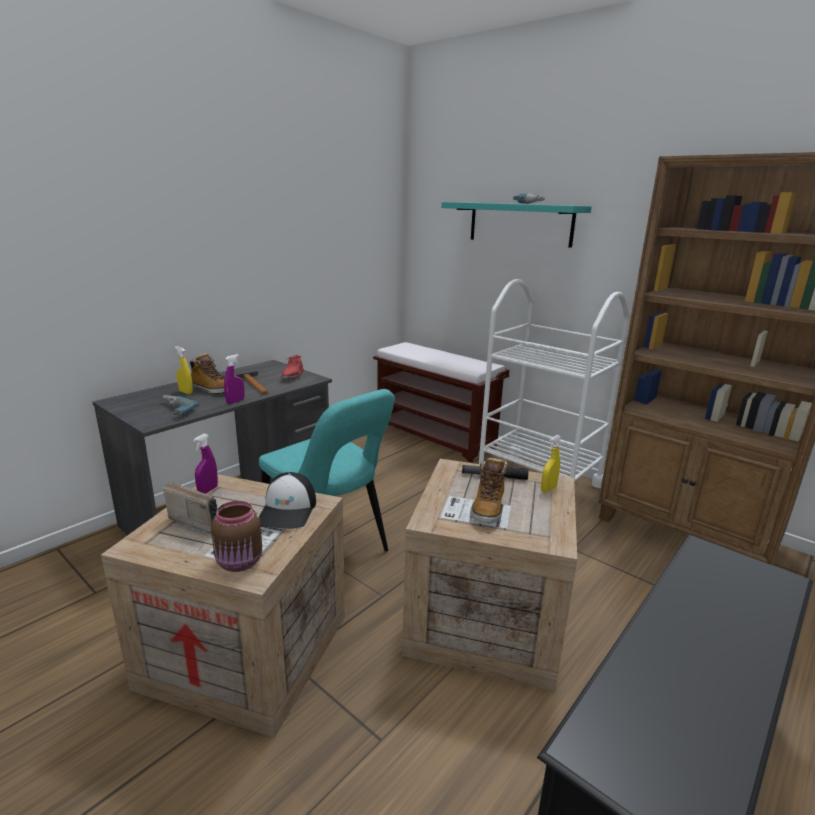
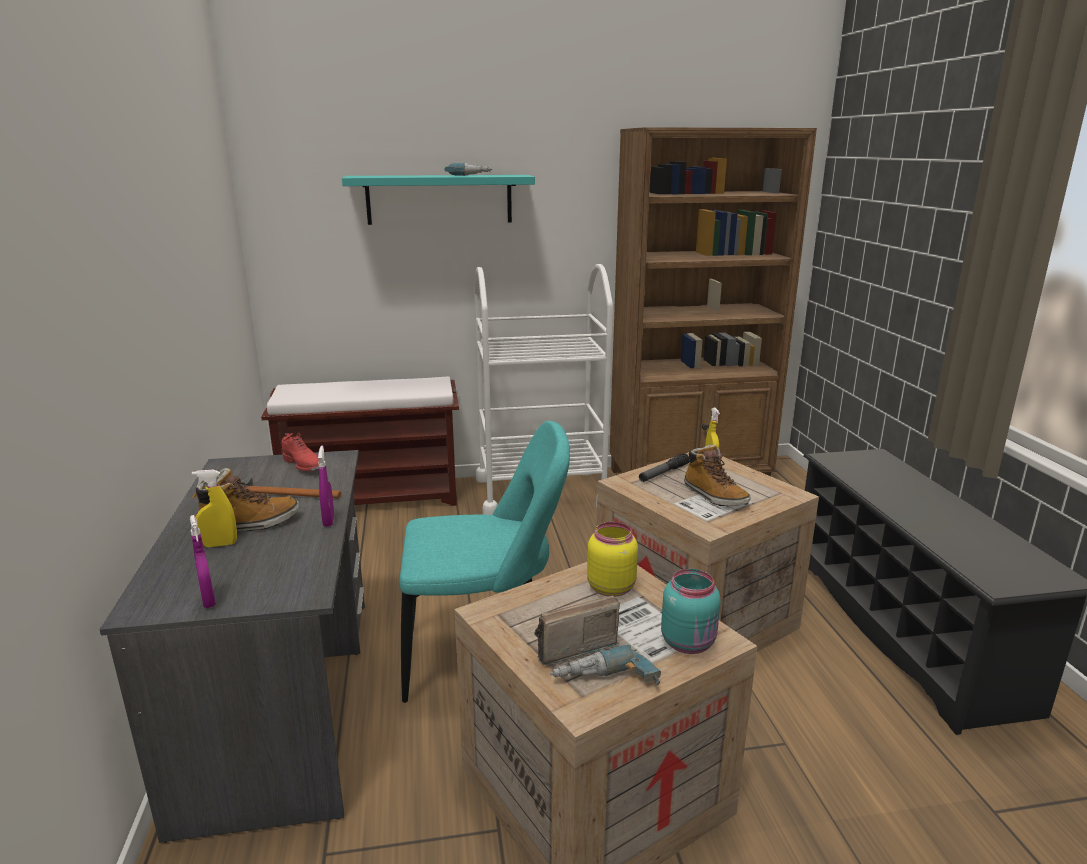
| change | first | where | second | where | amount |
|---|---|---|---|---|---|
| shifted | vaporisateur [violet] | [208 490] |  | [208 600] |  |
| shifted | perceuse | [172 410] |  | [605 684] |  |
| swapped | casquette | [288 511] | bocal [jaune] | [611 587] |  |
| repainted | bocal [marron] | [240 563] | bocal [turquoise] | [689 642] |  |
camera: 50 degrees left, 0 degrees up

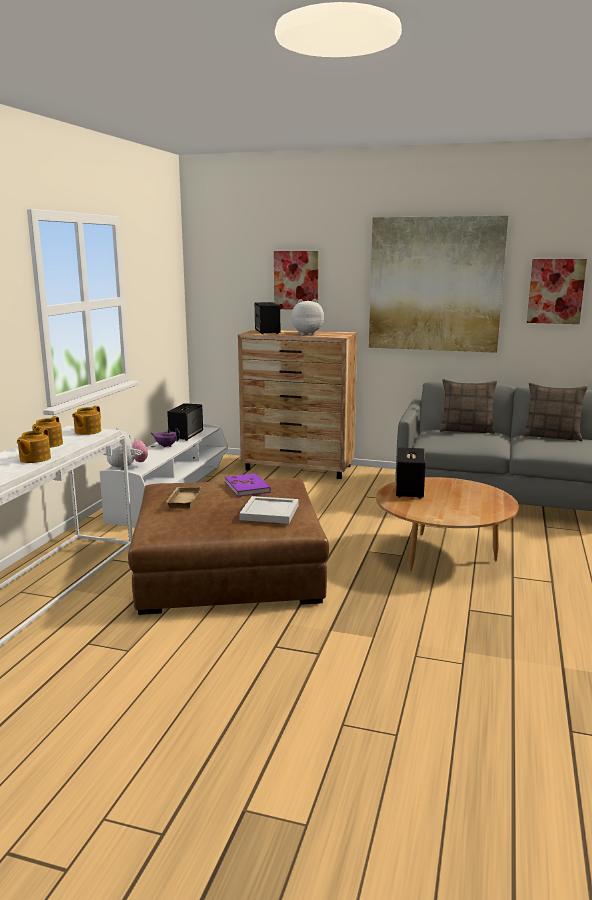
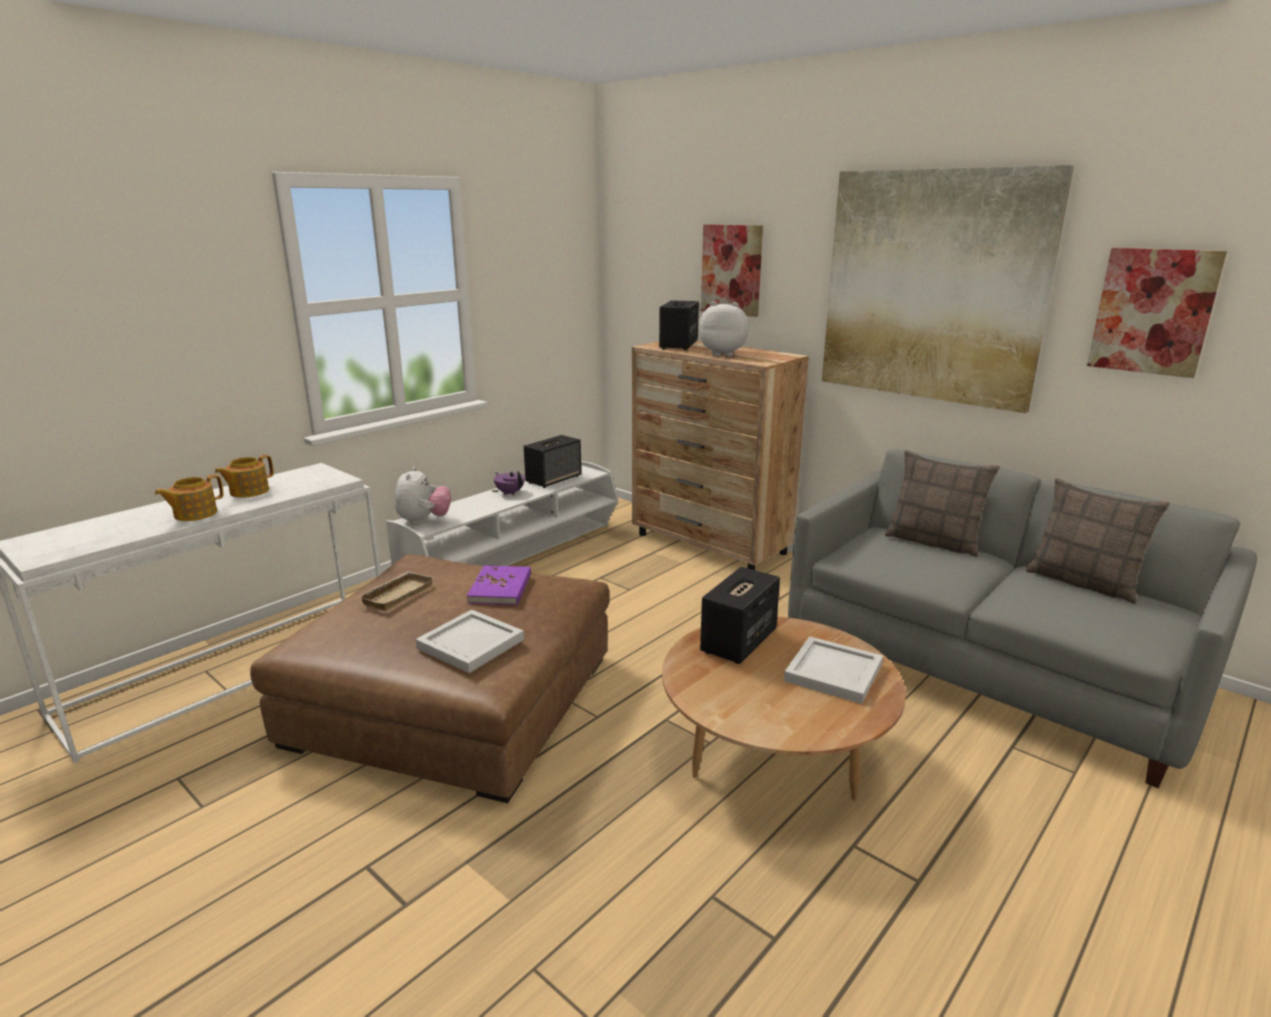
| change | first | where | second | where | amount |
|---|---|---|---|---|---|
| new |  |  | plateau [blanc] | [832 671] |  |
| gone | théière | [87 431] |  |  |  |
camera: 25 degrees right, 5 degrees up

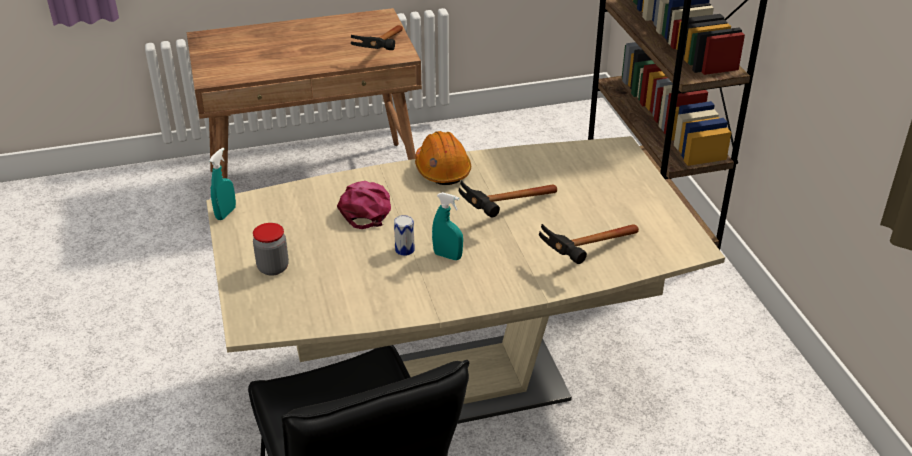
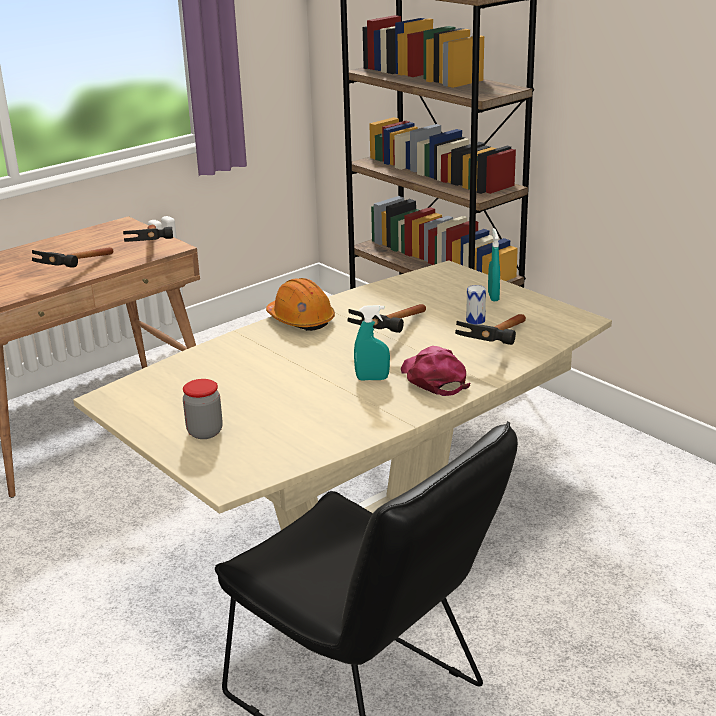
| change | first | where | second | where | amount |
|---|---|---|---|---|---|
| new |  |  | marteau | [76 275] |  |
| shifted | casquette [rose] | [366 208] |  | [434 378] |  |
| shifted | boîte métallique | [404 250] |  | [475 320] |  |
| shifted | vaporisateur [turquoise] | [226 213] |  | [493 297] |  |
camera: 25 degrees left, 10 degrees down

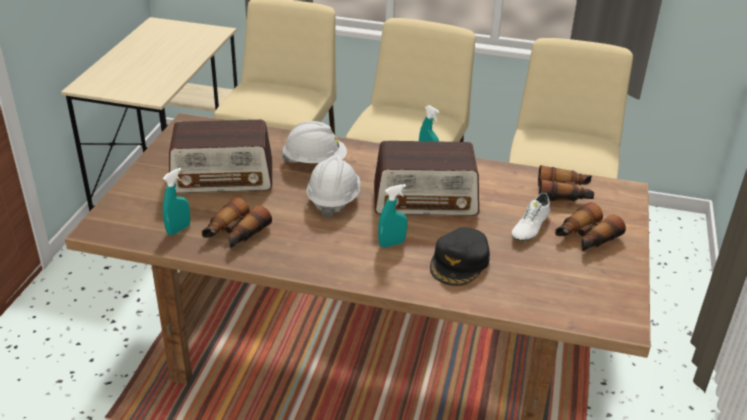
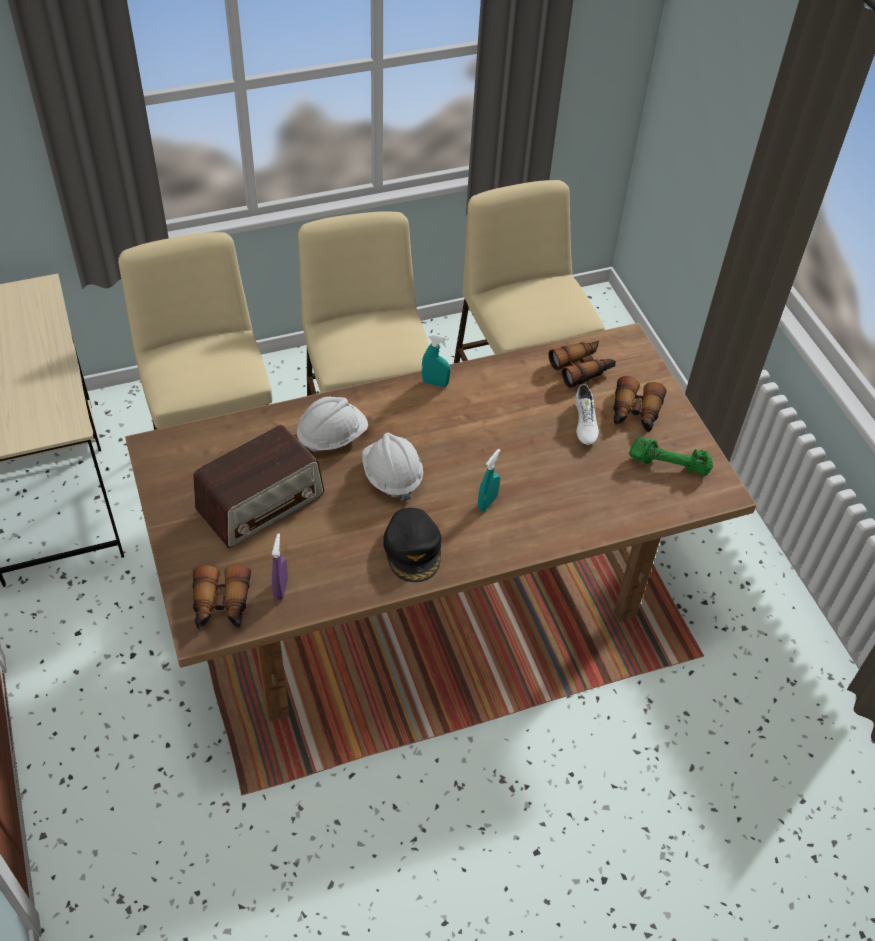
| change | first | where | second | where | amount |
|---|---|---|---|---|---|
| shifted | jumelles | [235 234] |  | [221 605] |  |
| repainted | vaporisateur [turquoise] | [178 229] | vaporisateur [violet] | [281 588] |  |
| shifted | casquette [noir] | [460 262] |  | [413 549] |  |
| new |  |  | haltère [vert] | [668 464] |  |
| gone | radio | [425 200] |  |  |  |
camera: 35 degrees left, 15 degrees up

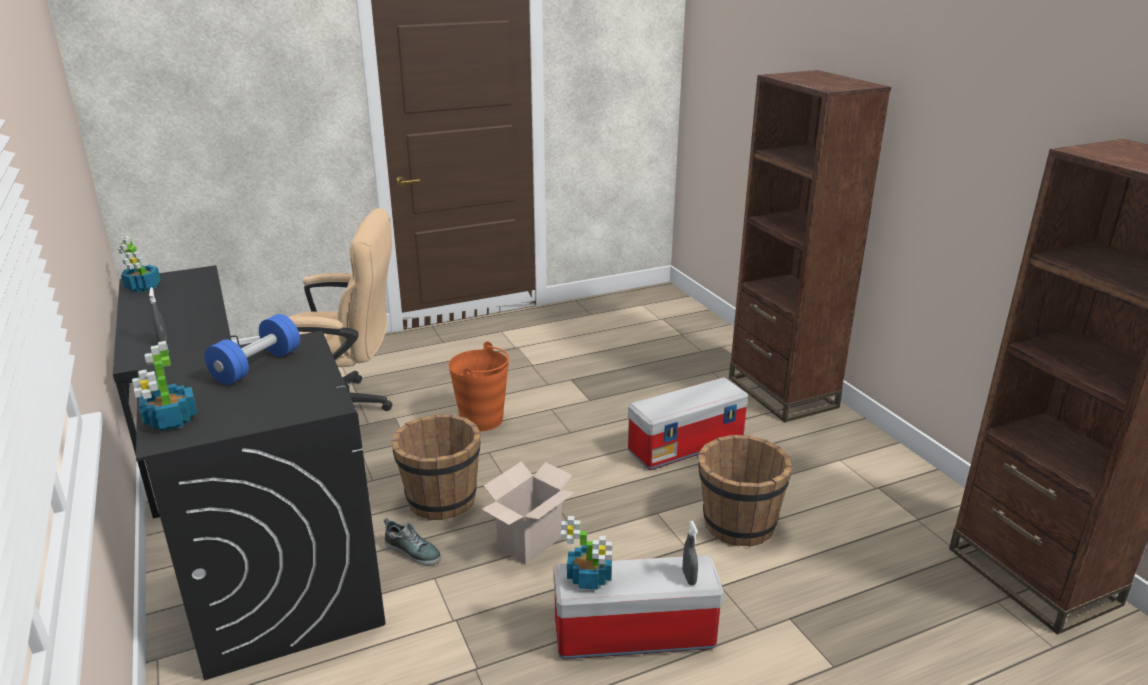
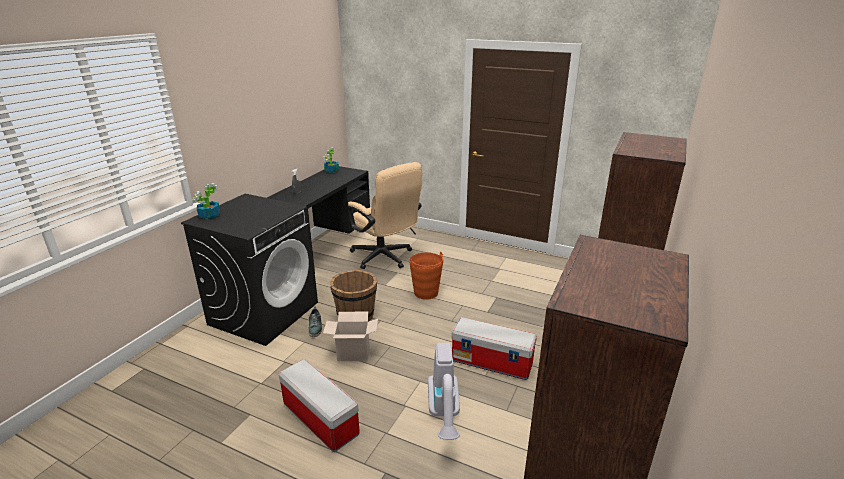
| change | first | where | second | where | amount |
|---|---|---|---|---|---|
| swapped | seau [marron] | [738 524] | aspirateur | [444 415] |  |
| gone | haltère [bleu] | [257 366] |  |  |  |
| gone | plante en pot | [590 578] |  |  |  |
| gone | vaporisateur [gris] | [689 577] |  |  |  |
camera: 50 degrees right, 0 degrees up

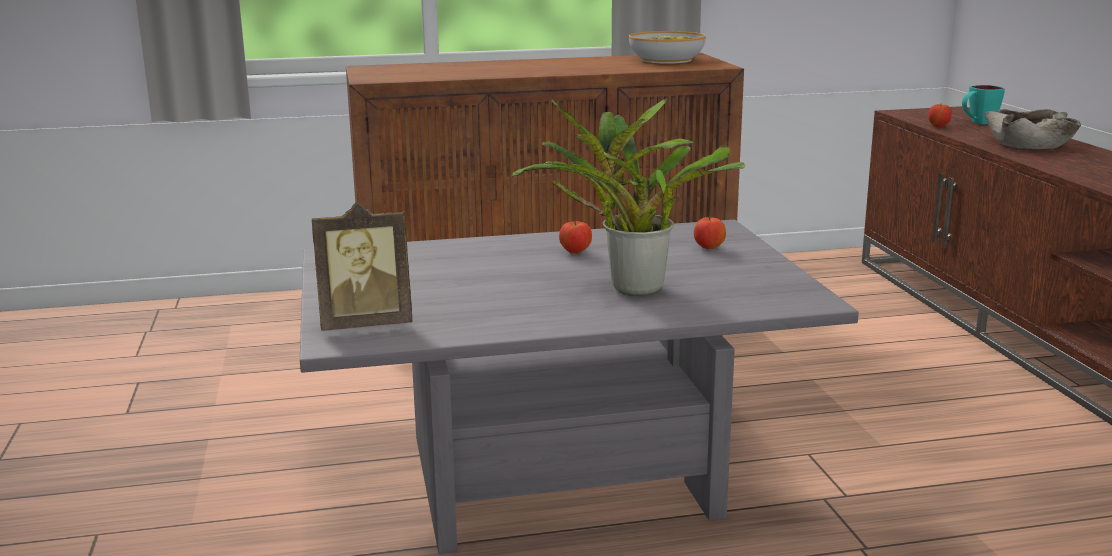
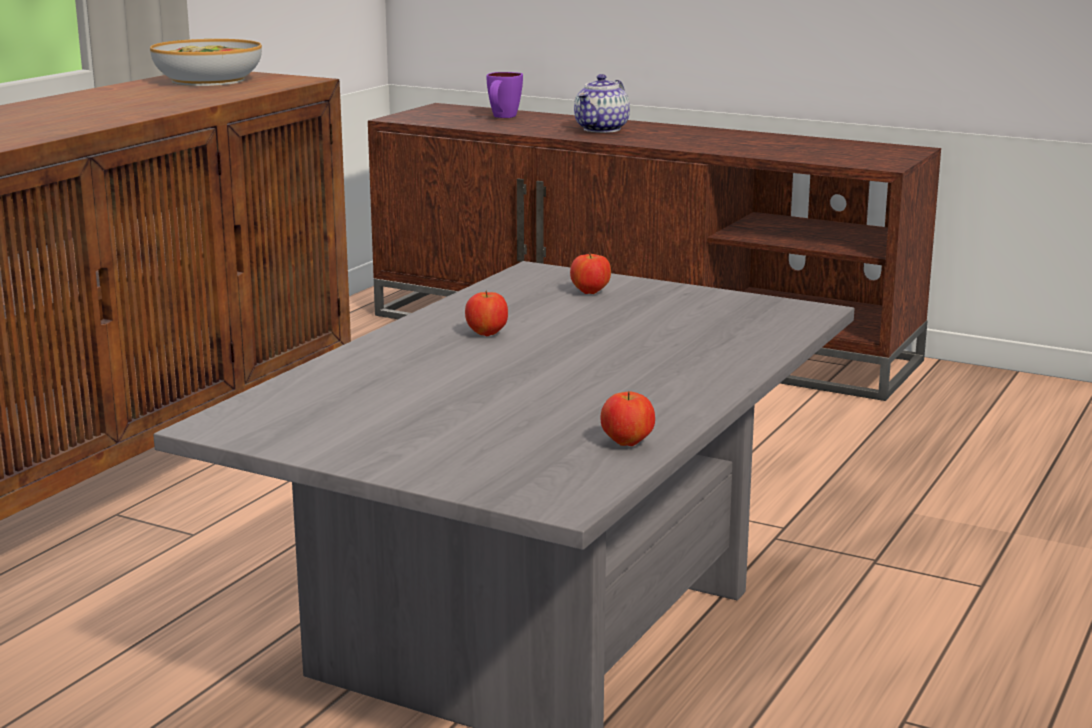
| change | first | where | second | where | amount |
|---|---|---|---|---|---|
| repainted | mug [turquoise] | [978 123] | mug [violet] | [502 117] |  |
| swapped | bol [beige] | [1028 143] | théière | [602 129] |  |
| shifted | pomme | [938 126] |  | [627 443] |  |
| gone | cadre photo | [366 324] |  |  |  |
| gone | plante en pot | [629 288] |  |  |  |
camera: 50 degrees left, 0 degrees up

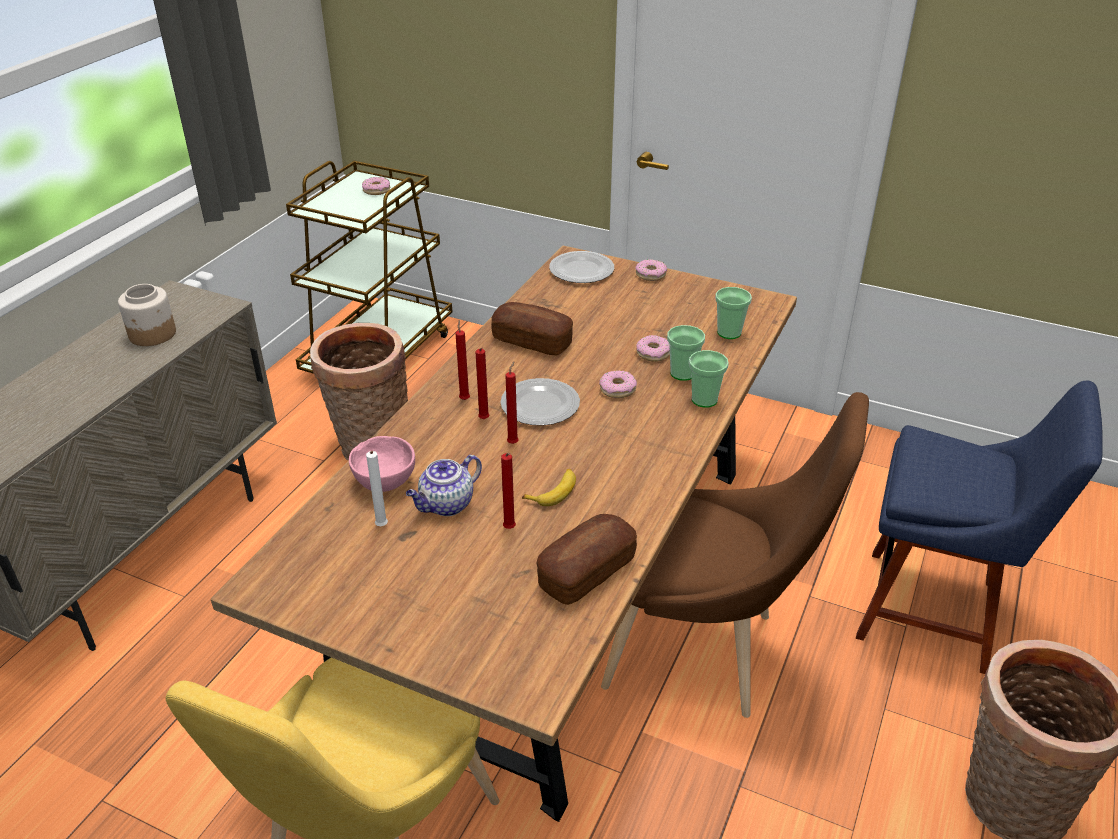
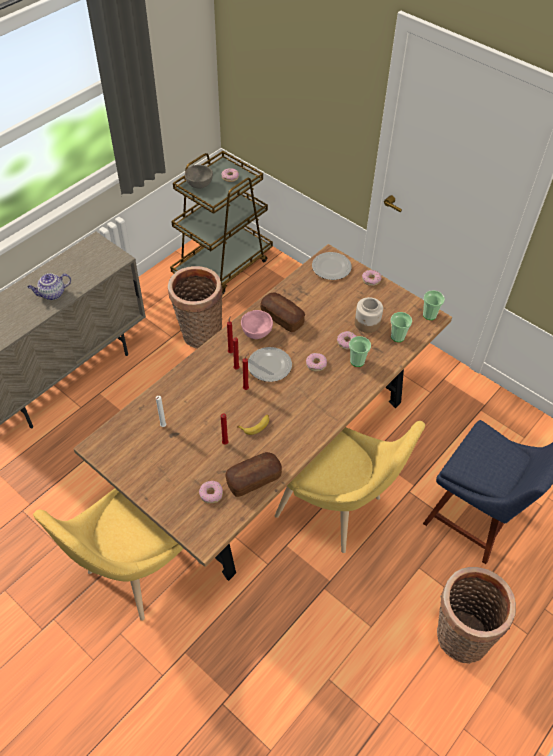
| change | first | where | second | where | amount |
|---|---|---|---|---|---|
| shifted | théière | [446 505] |  | [52 294] |  |
| new |  |  | bol [gris] | [199 184] |  |
| new |  |  | beignet | [211 494] |  |
| shifted | bol [rose] | [385 482] |  | [257 332] |  |
| repainted | chaise [marron] | [702 652] | chaise [jaune] | [335 509] |  |
| shifted | bocal | [152 334] |  | [367 323] |  |
| shifted | tasse | [704 400] |  | [429 315] |  |
camera: 15 degrees right, 15 degrees up

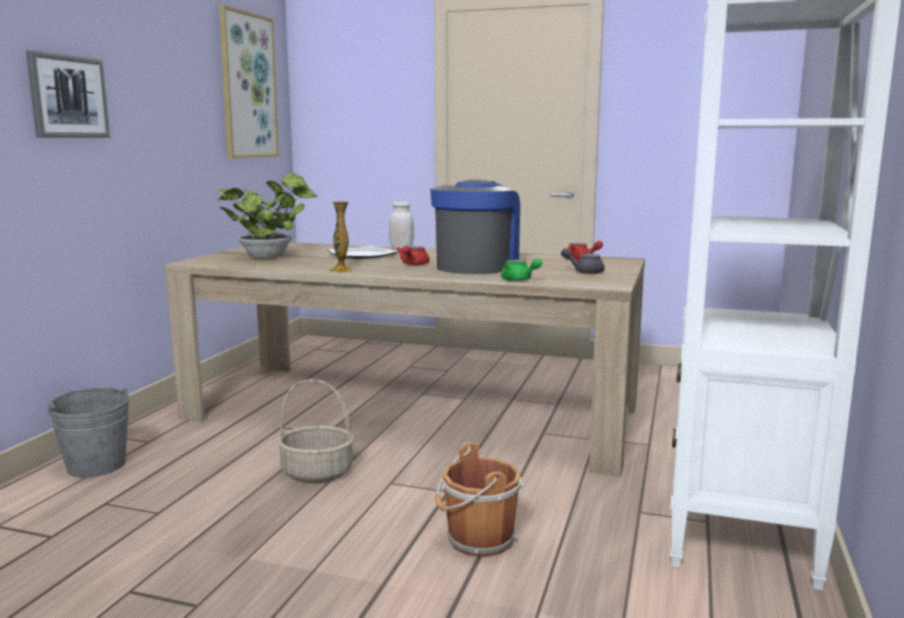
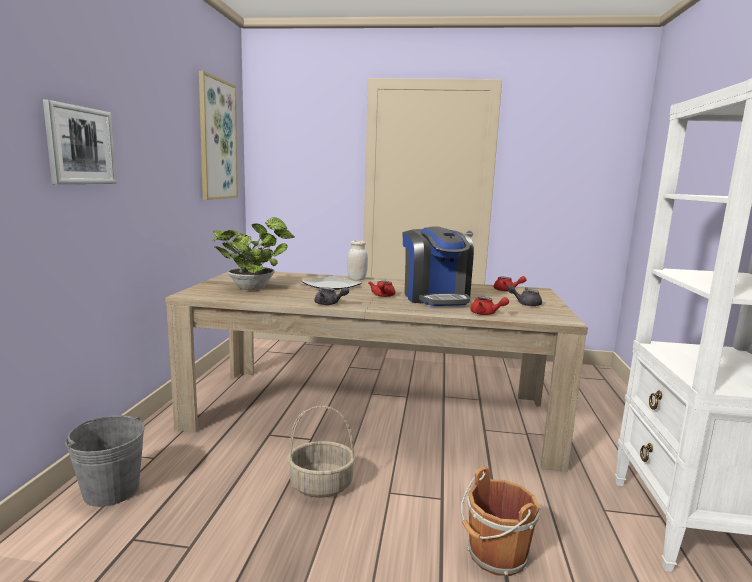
| change | first | where | second | where | amount |
|---|---|---|---|---|---|
| swapped | vase | [341 270] | théière [gris] | [329 304] |  |
| rotated | machine à café | [477 266] |  | [435 297] | 150 degrees clockwise |
| repainted | théière [vert] | [519 280] | théière [rouge] | [486 314] |  |
camera: 10 degrees left, 0 degrees up

